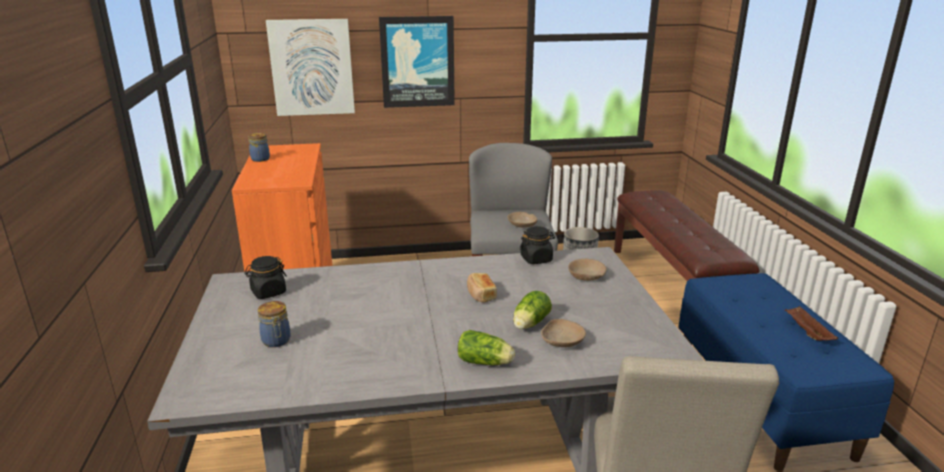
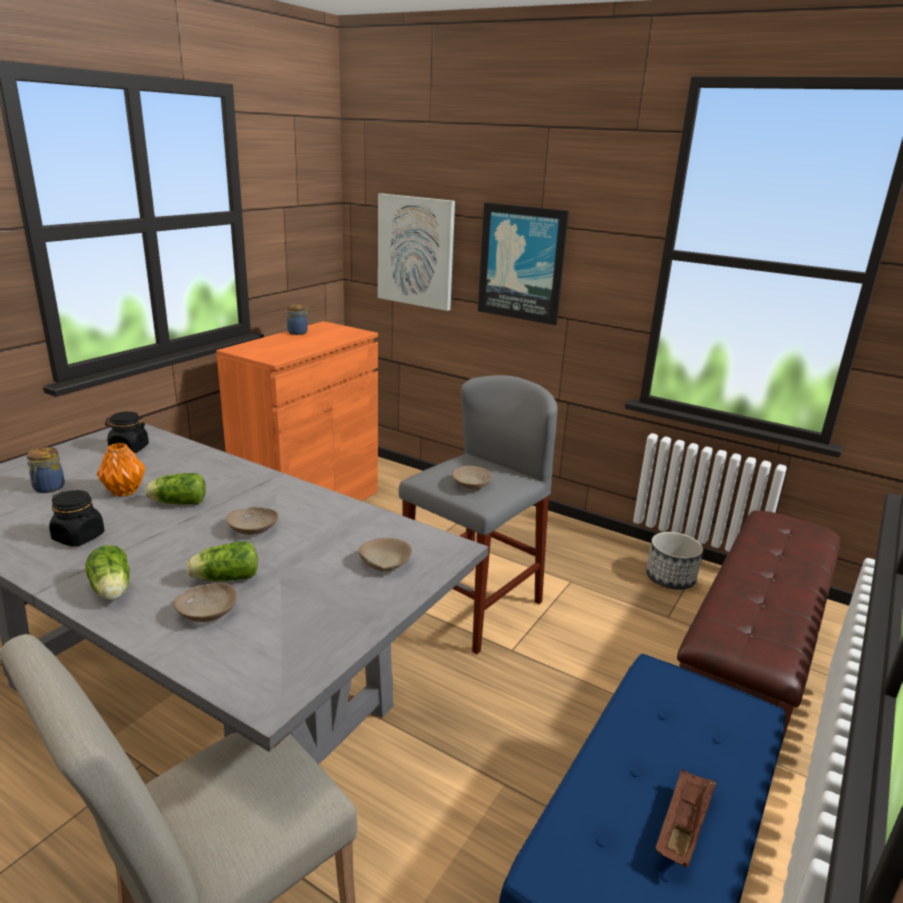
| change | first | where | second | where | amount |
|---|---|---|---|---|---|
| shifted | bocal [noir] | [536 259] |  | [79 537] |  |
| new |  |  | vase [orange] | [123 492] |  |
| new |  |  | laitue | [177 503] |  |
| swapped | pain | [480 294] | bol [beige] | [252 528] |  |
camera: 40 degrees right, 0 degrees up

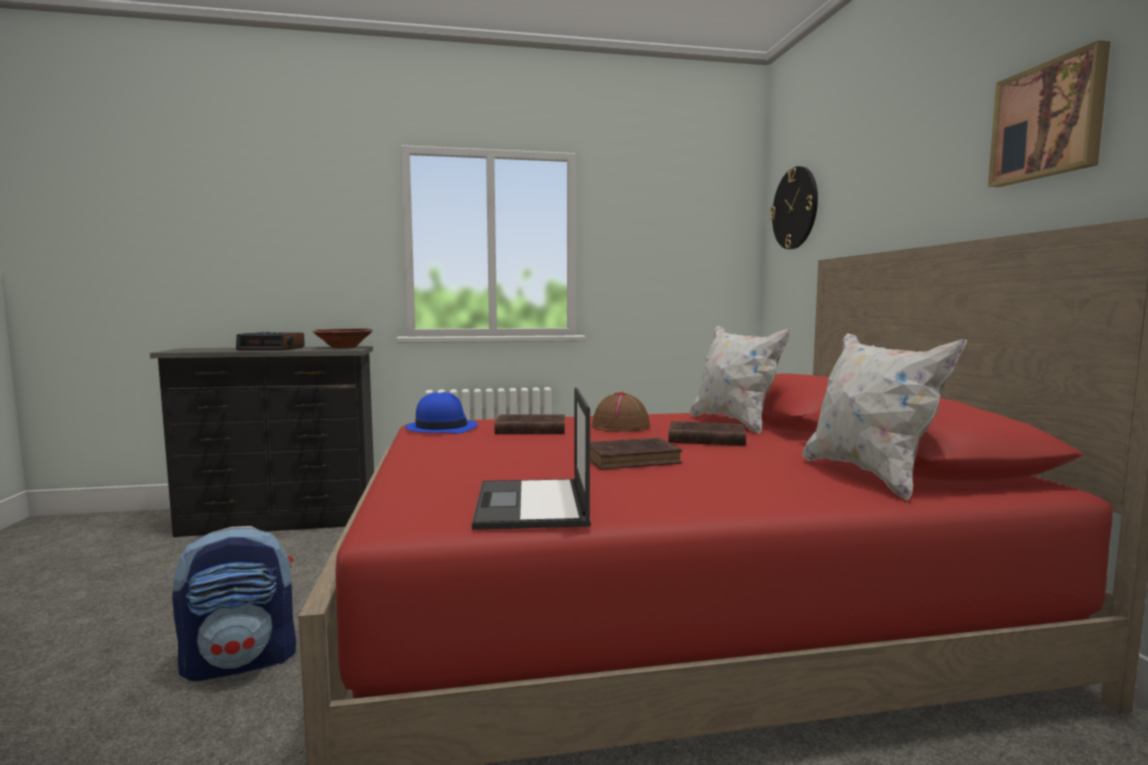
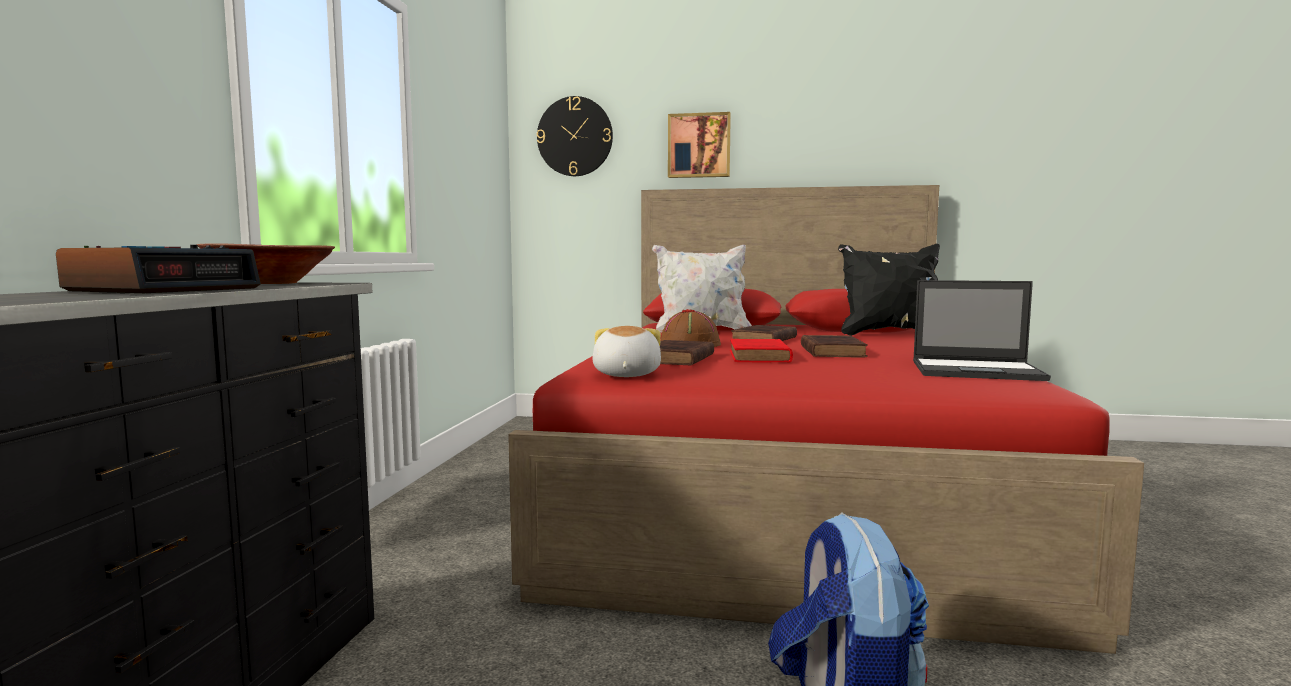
| change | first | where | second | where | amount |
|---|---|---|---|---|---|
| swapped | chapeau [bleu] | [441 427] | peluche | [625 375] |  |
| shifted | tableau | [1049 121] |  | [699 146] |  |
| new |  |  | livre [rouge] | [759 357] |  |
| repainted | coussin [blanc] | [869 475] | coussin [noir] | [888 334] |  |
camera: 70 degrees left, 0 degrees up

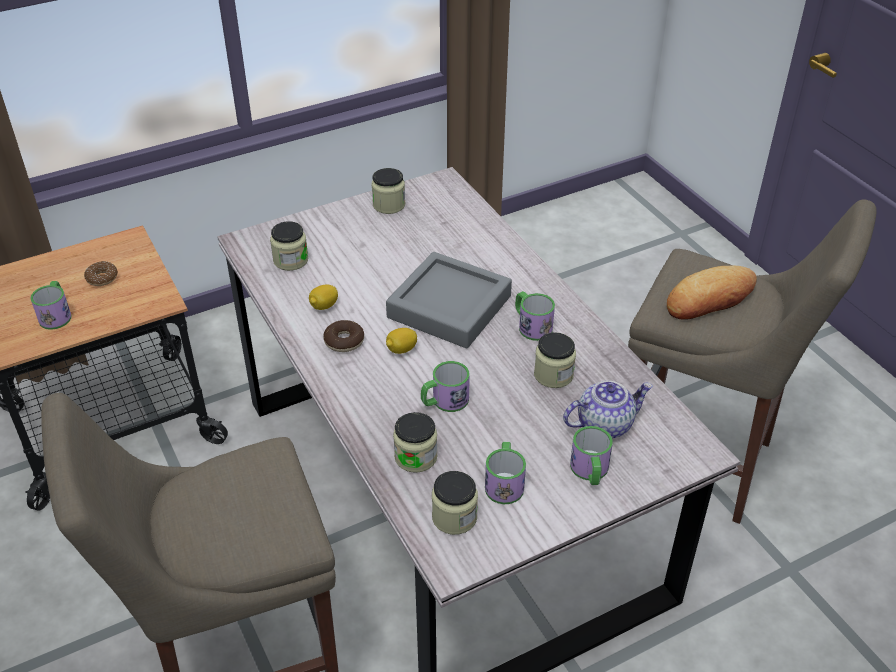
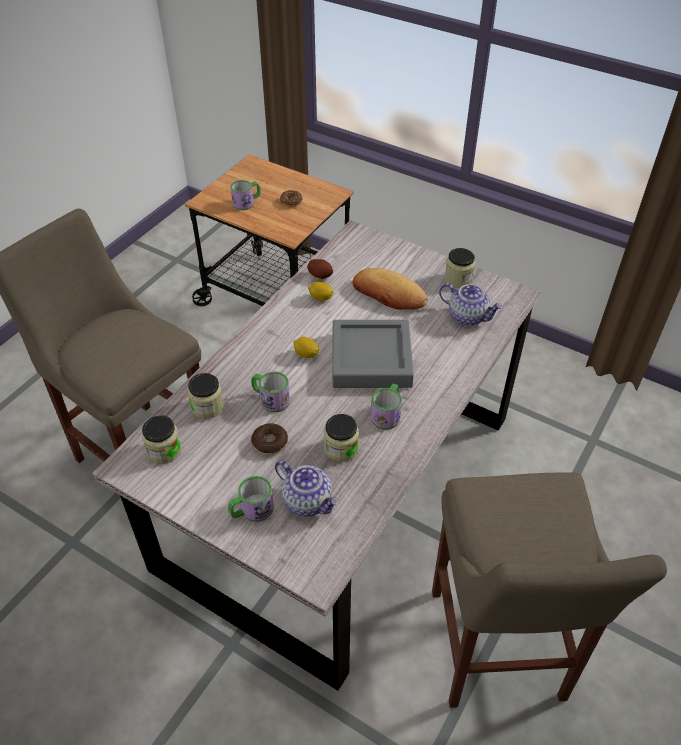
| change | first | where | second | where | amount |
|---|---|---|---|---|---|
| shifted | beignet | [344 341] |  | [270 443] |  |
| new |  |  | pomme de terre | [320 275] |  |
| shifted | pain | [710 299] |  | [388 294] |  |
| new |  |  | théière | [468 316] |  |
| gone | bocal | [290 260] |  |  |  |
| gone | mug | [504 482] |  |  |  |
camera: 60 degrees right, 5 degrees up

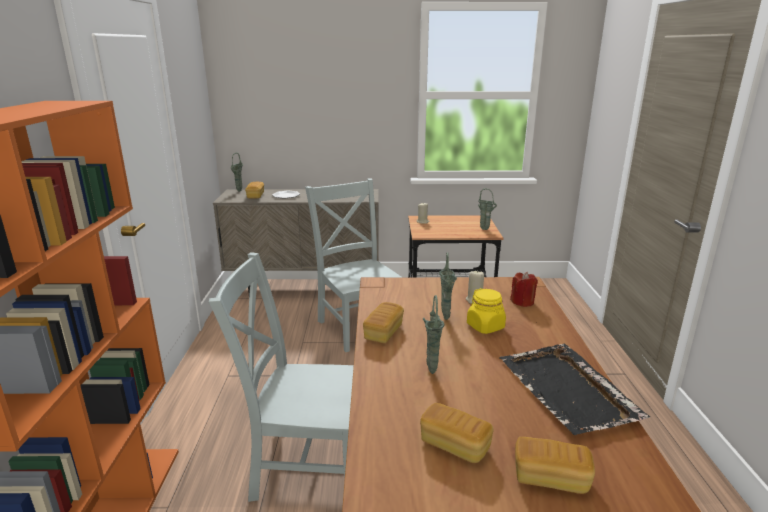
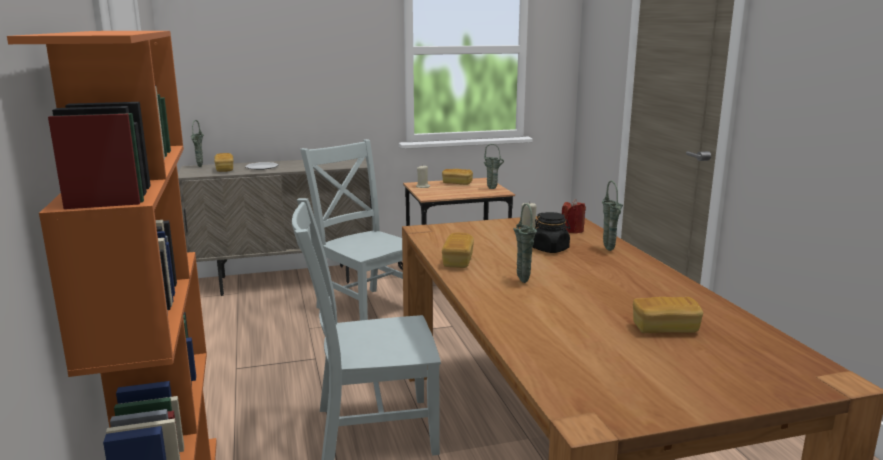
| change | first | where | second | where | amount |
|---|---|---|---|---|---|
| shifted | pain | [455 445] |  | [457 183] |  |
| repainted | bocal [jaune] | [485 326] | bocal [noir] | [550 249] |  |
| shifted | vase [vert] | [445 319] |  | [609 250] |  |
| gone | plateau [noir] | [567 391] |  |  |  |
camera: 15 degrees left, 5 degrees down

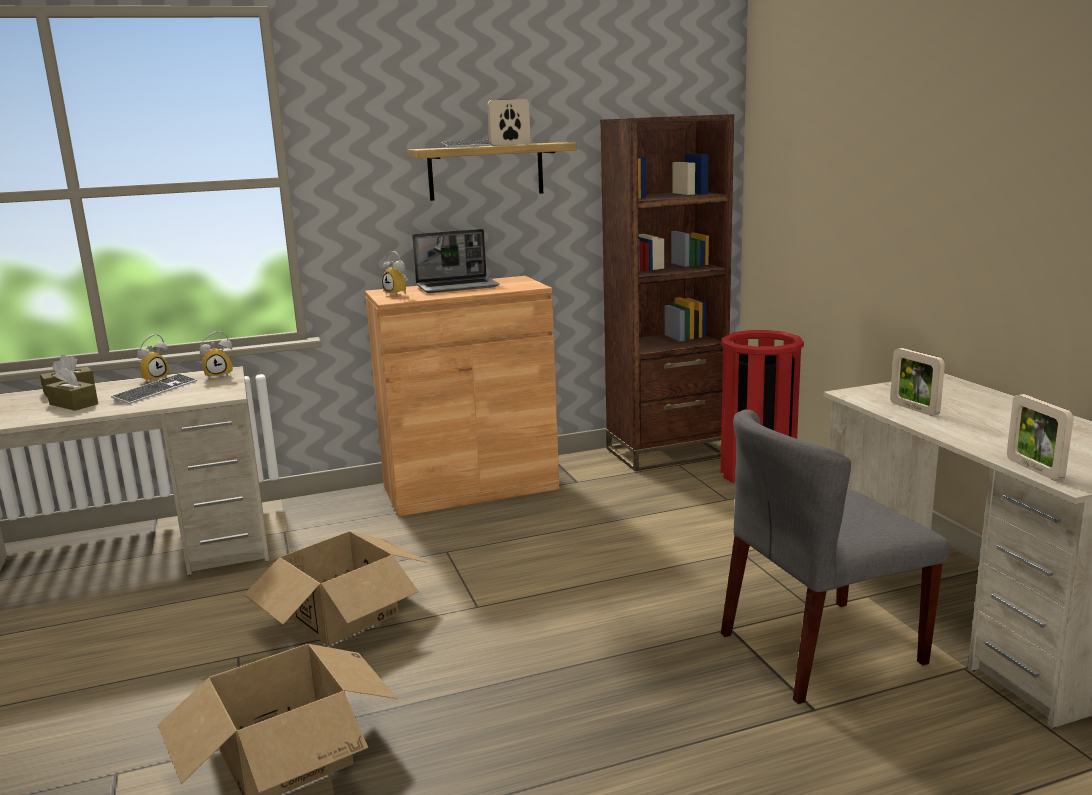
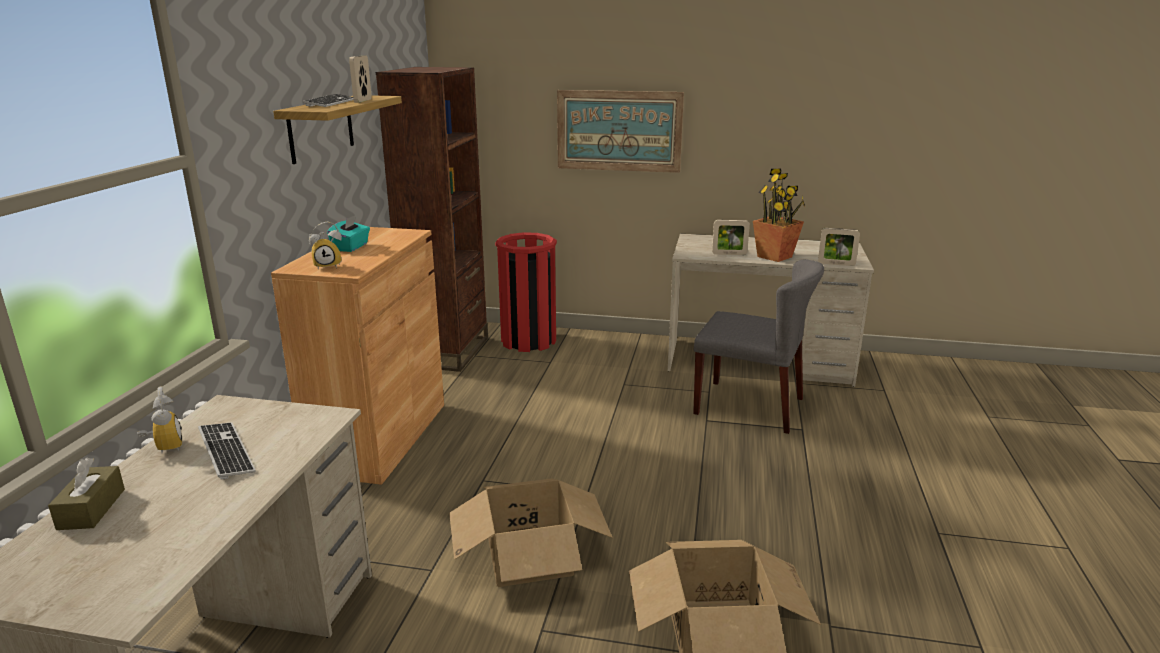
| change | first | where | second | where | amount |
|---|---|---|---|---|---|
| swapped | ordinateur portable | [458 287] | boîte à mouchoirs [turquoise] | [351 247] |  |
| new |  |  | tableau | [619 131] |  |
| rotated | chaise [gris] | [820 649] |  | [750 406] | 75 degrees counterclockwise |
| new |  |  | plante en pot | [775 256] |  |
| gone | boîte à mouchoirs [marron] | [73 404] |  |  |  |
| gone | réveil | [219 375] |  |  |  |
camera: 60 degrees left, 5 degrees up

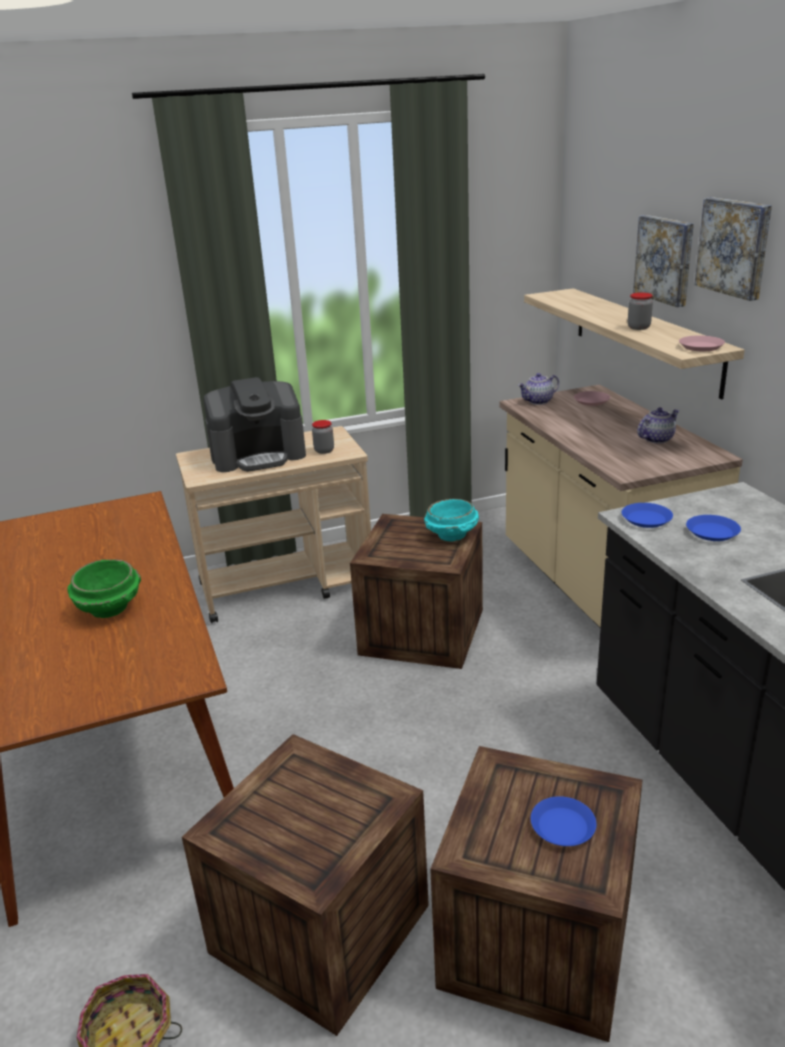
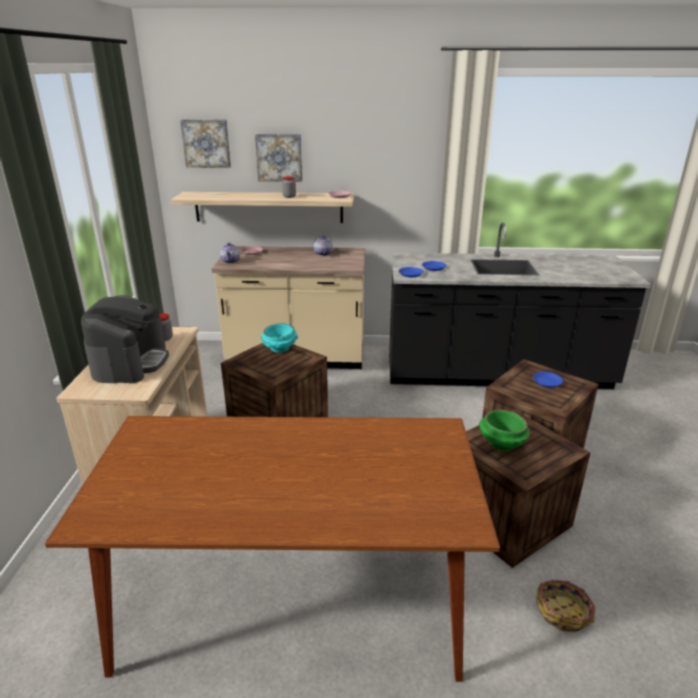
| change | first | where | second | where | amount |
|---|---|---|---|---|---|
| shifted | tableau | [735 247] |  | [206 143] |  |
| shifted | bol [vert] | [110 608] |  | [501 443] |  |
camera: 70 degrees left, 0 degrees up

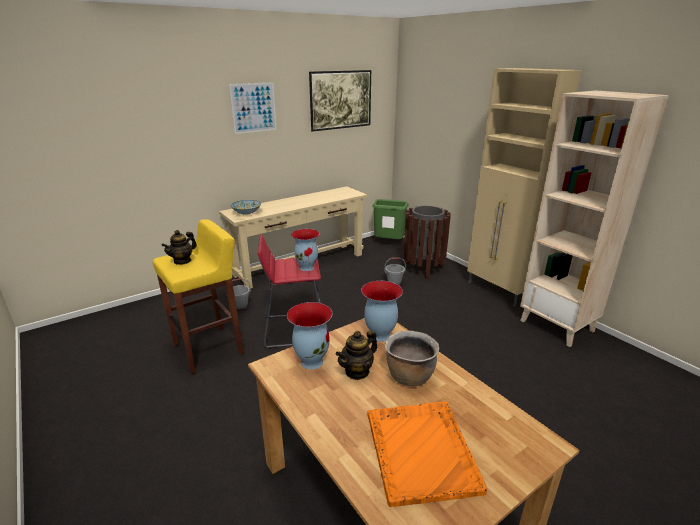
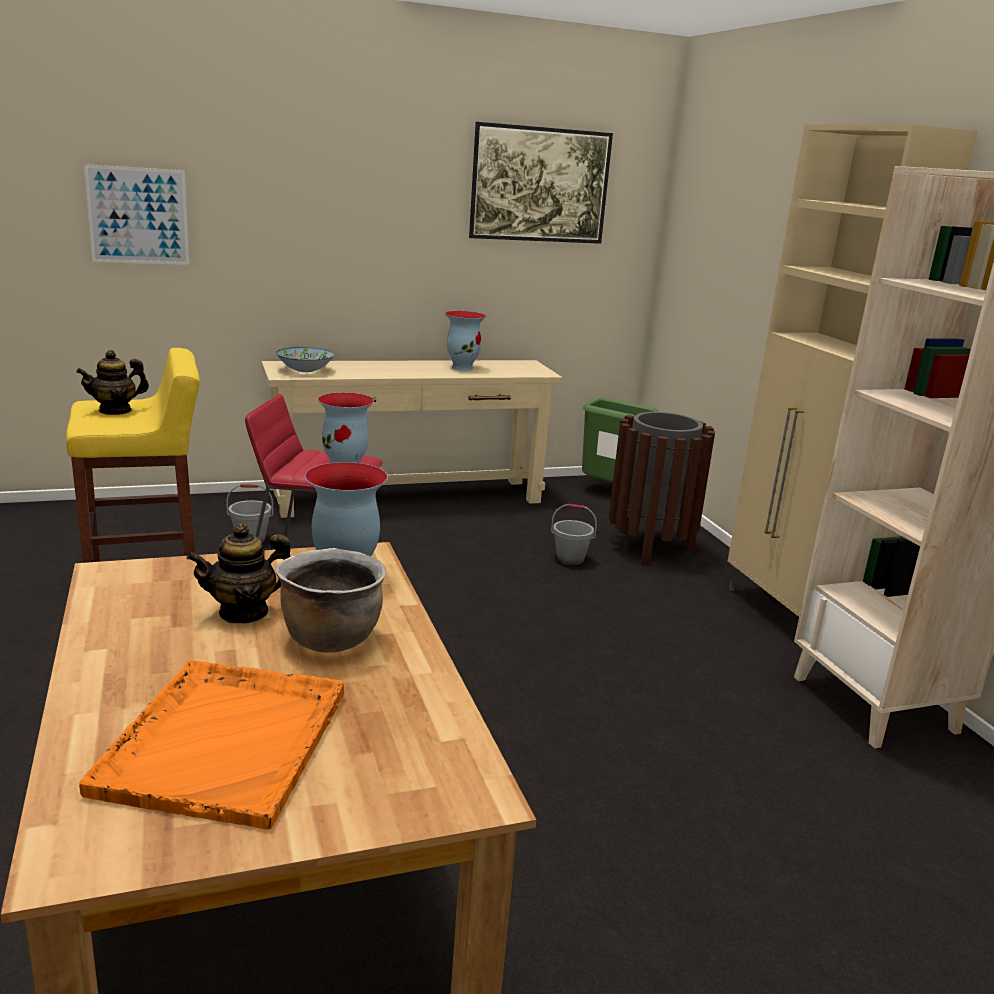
| change | first | where | second | where | amount |
|---|---|---|---|---|---|
| shifted | tableau | [253 108] |  | [138 216] |  |
| shifted | vase | [312 361] |  | [462 367] |  |
camera: 15 degrees right, 5 degrees down

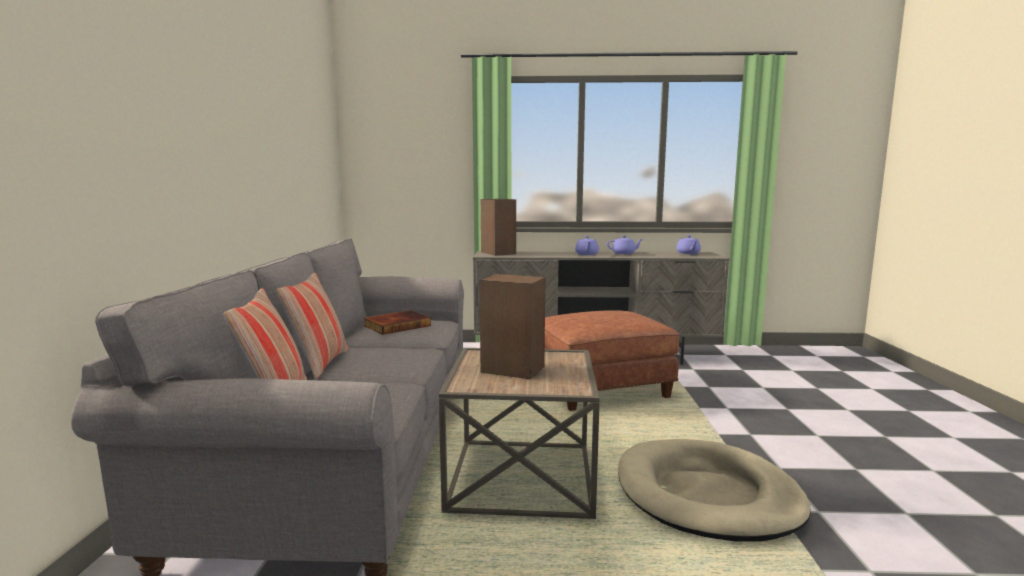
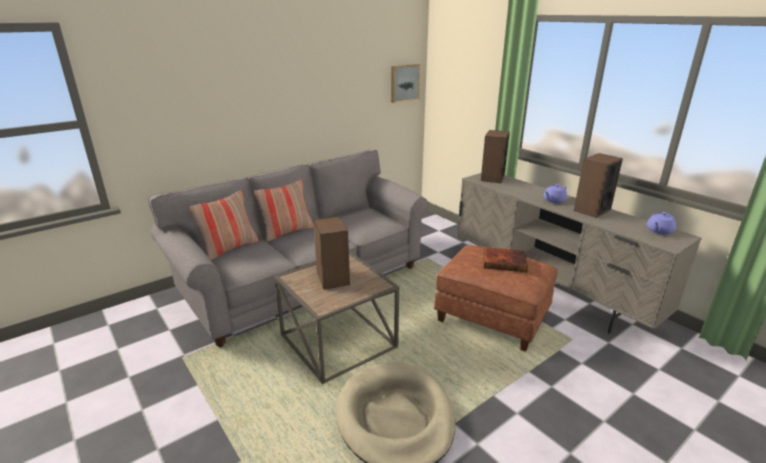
| change | first | where | second | where | amount |
|---|---|---|---|---|---|
| new |  |  | tableau | [404 83] |  |
| shifted | livre | [397 325] |  | [504 261] |  |
| swapped | théière [violet] | [624 253] | enceinte | [591 210] |  |
camera: 50 degrees right, 15 degrees up

